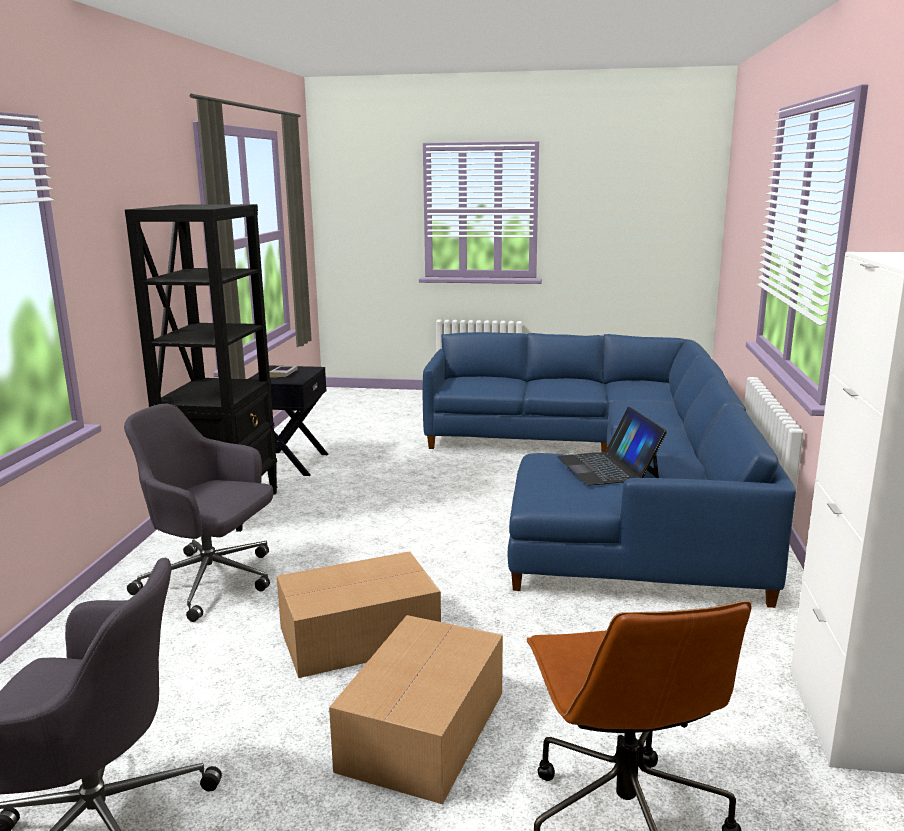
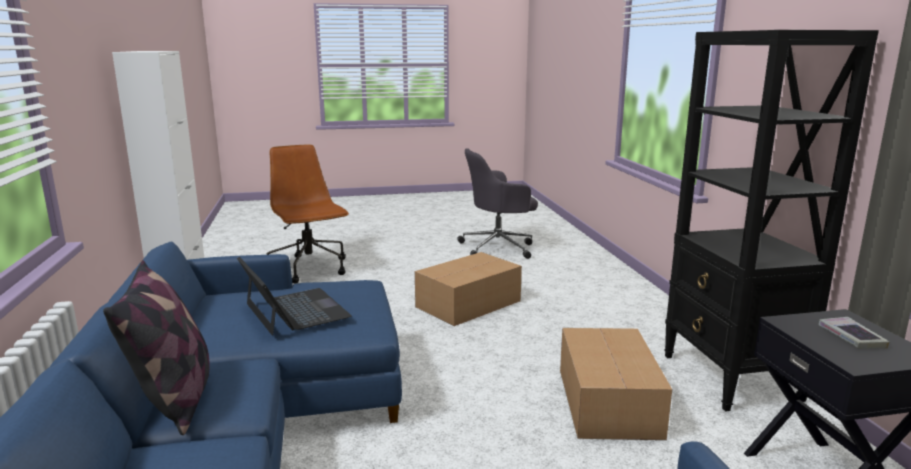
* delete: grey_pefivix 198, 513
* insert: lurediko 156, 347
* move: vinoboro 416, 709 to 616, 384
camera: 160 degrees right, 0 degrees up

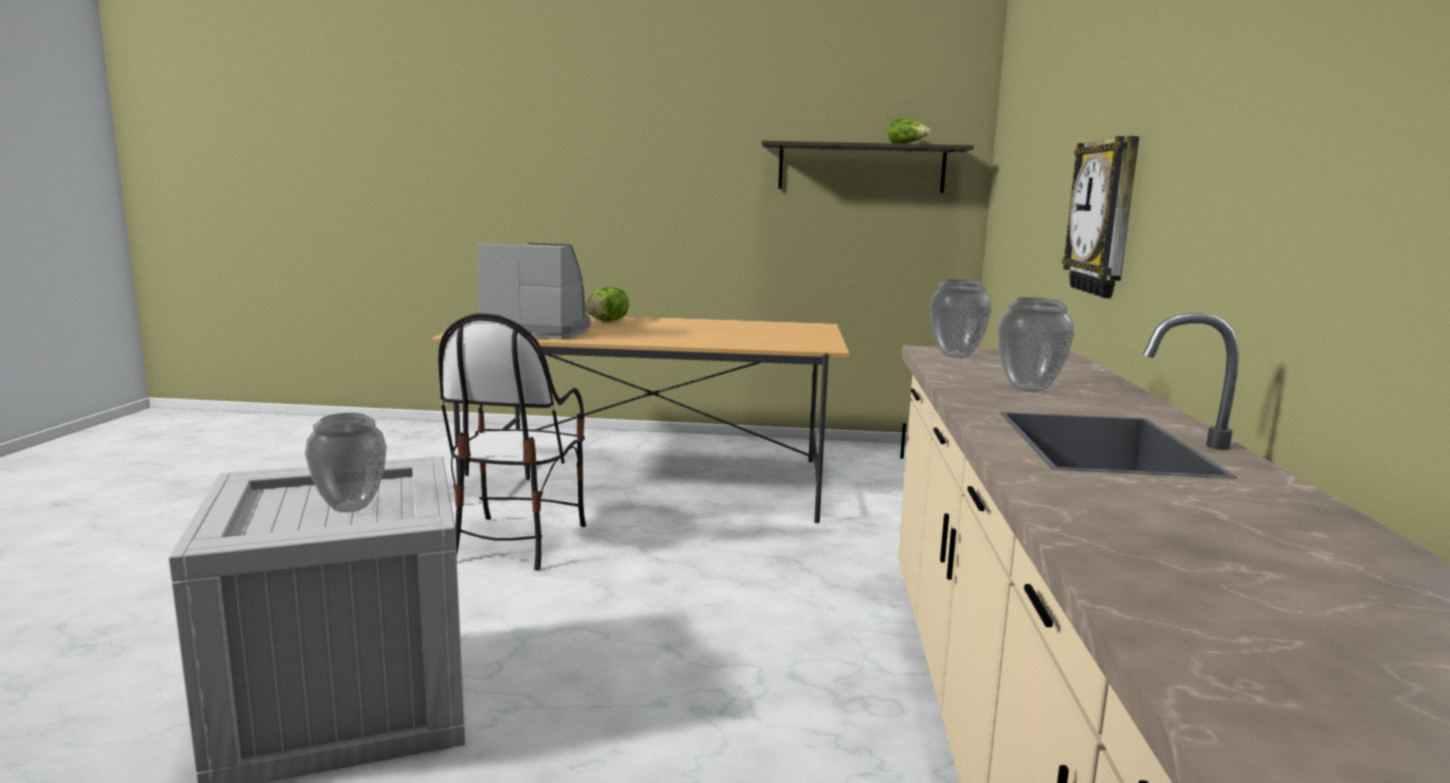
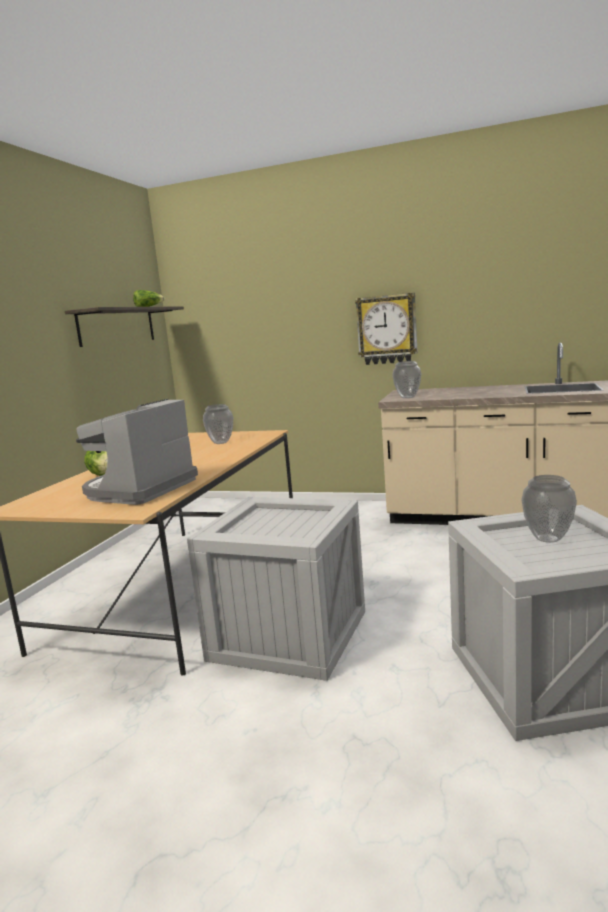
* move: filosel 1035, 344 to 218, 424
* replace: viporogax 512, 442 to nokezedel 276, 589
camera: 75 degrees left, 0 degrees up

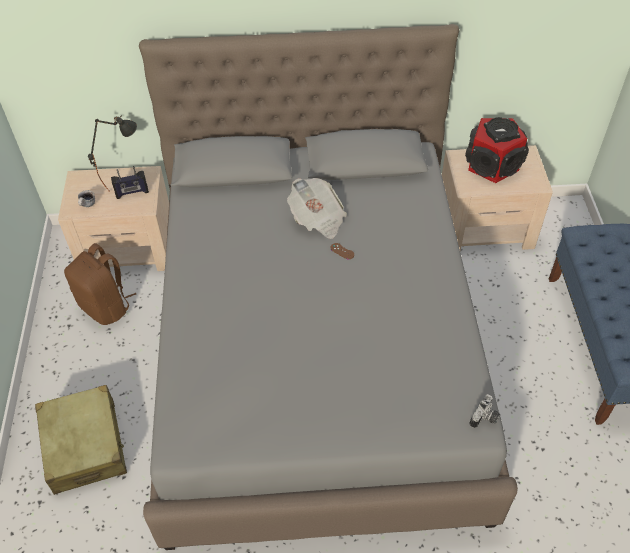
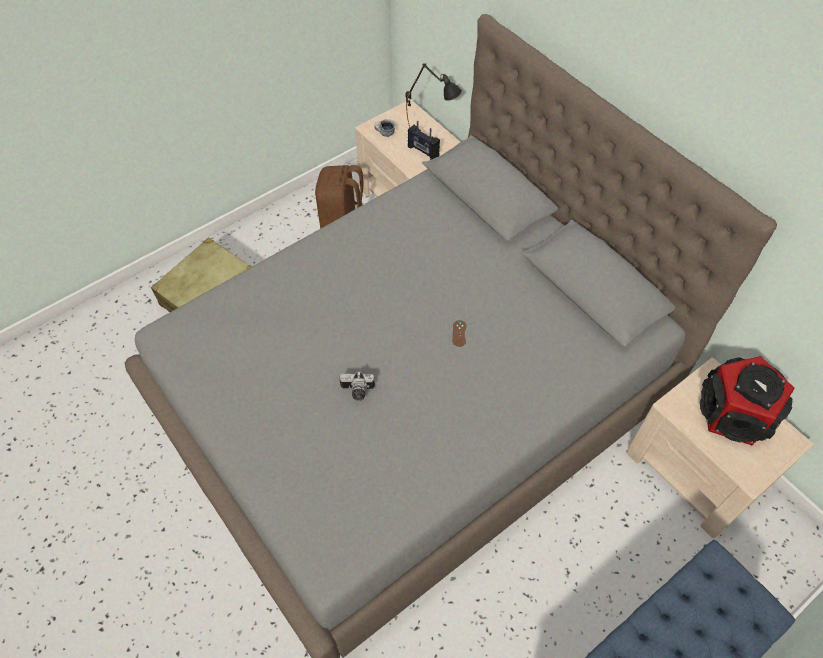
* delete: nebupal 317, 208
* move: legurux 484, 411 to 357, 386
camera: 55 degrees right, 5 degrees up

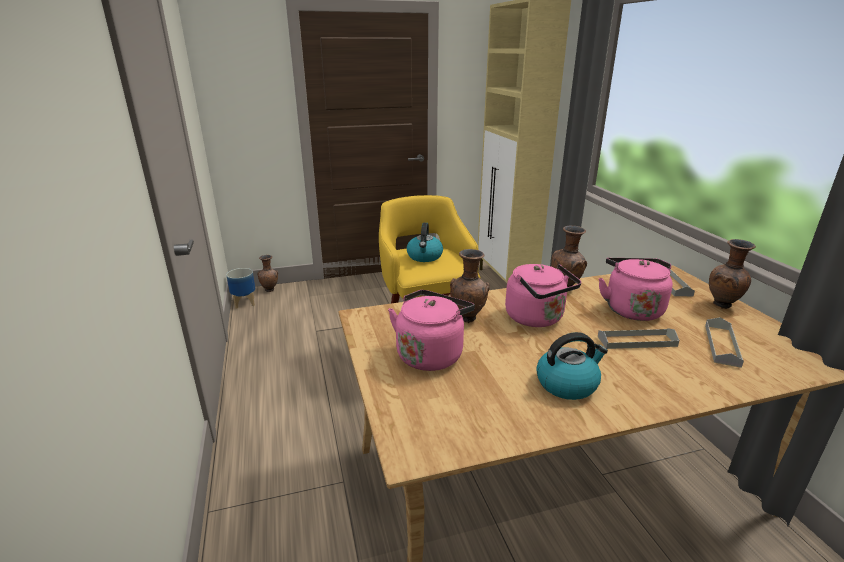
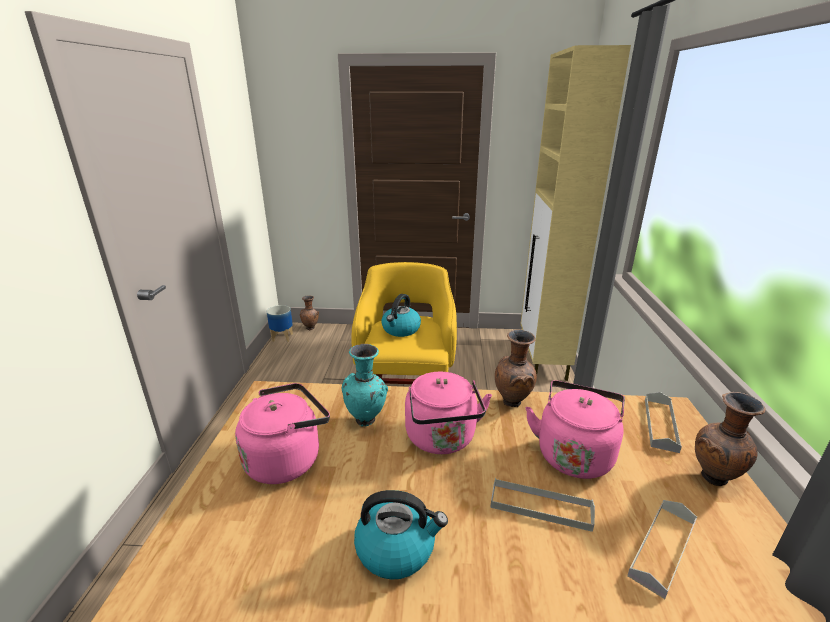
* recolor: brown_filosel 470, 286 to turquoise_filosel 365, 385
camera: 20 degrees right, 0 degrees up

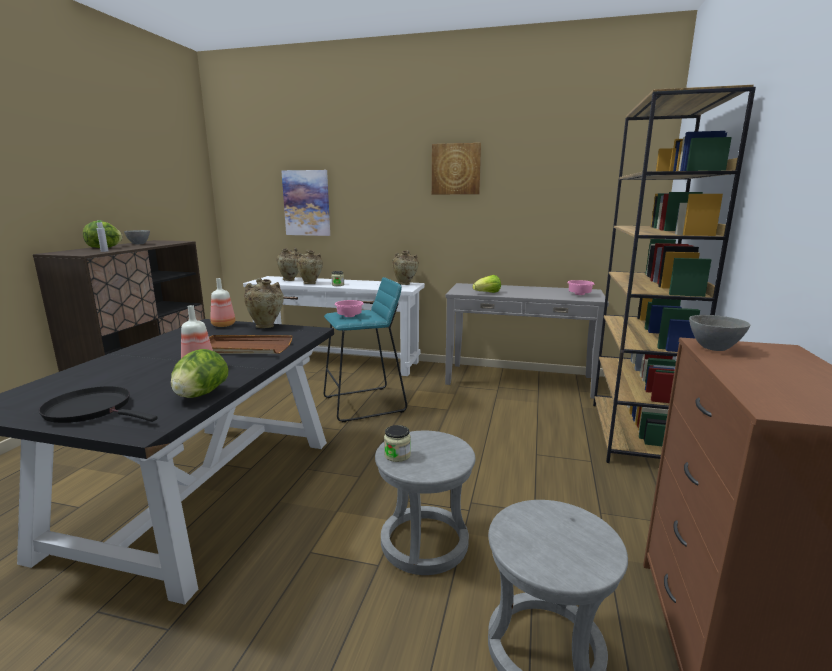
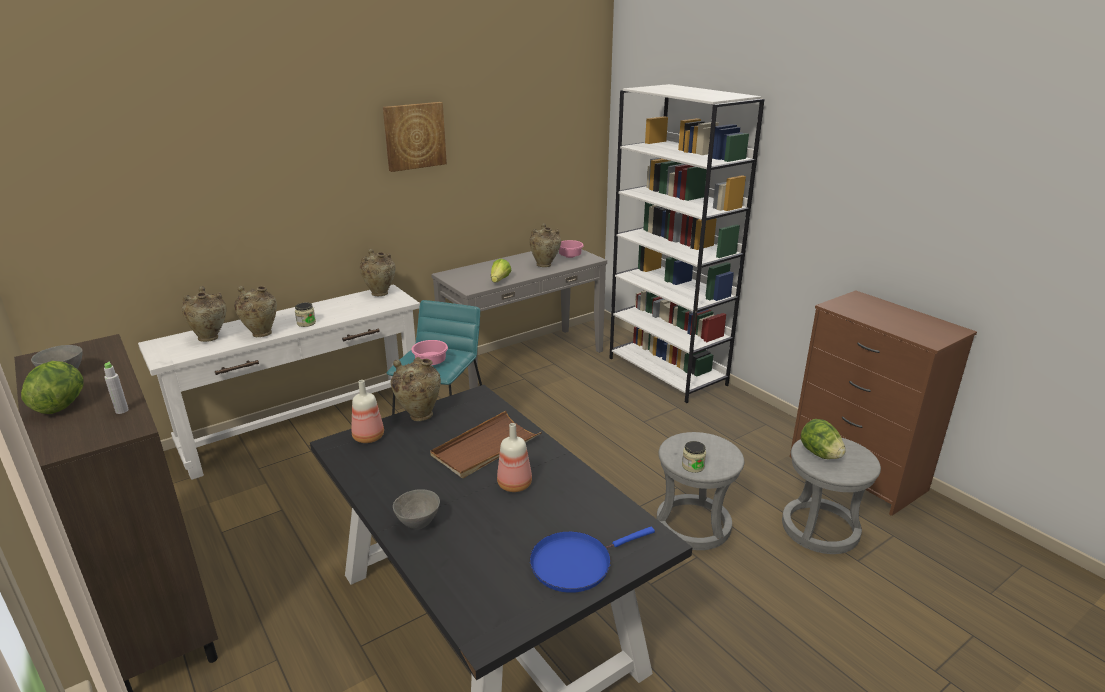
* delete: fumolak 305, 203
* insert: beige_filosel 545, 245
* move: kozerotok 199, 373 to 823, 439
* move: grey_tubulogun 719, 333 to 416, 509
* recolor: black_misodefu 98, 404 to blue_misodefu 592, 560
* recolor: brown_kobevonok 674, 274 to white_kobevonok 687, 243
camera: 50 degrees left, 10 degrees up

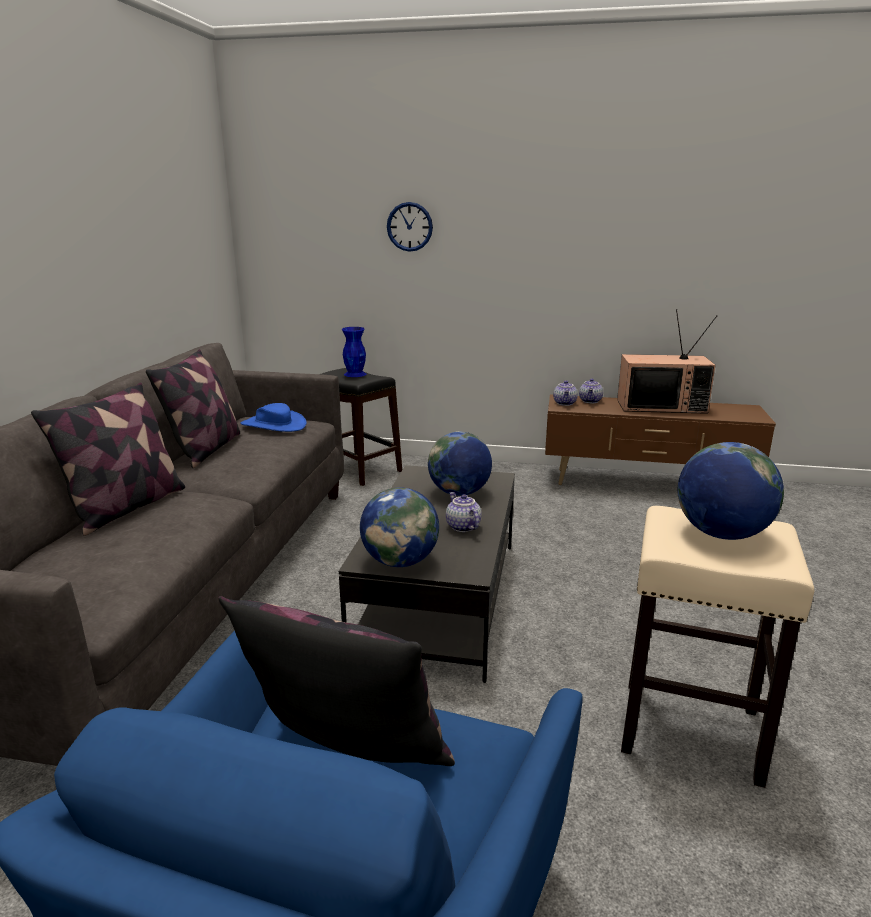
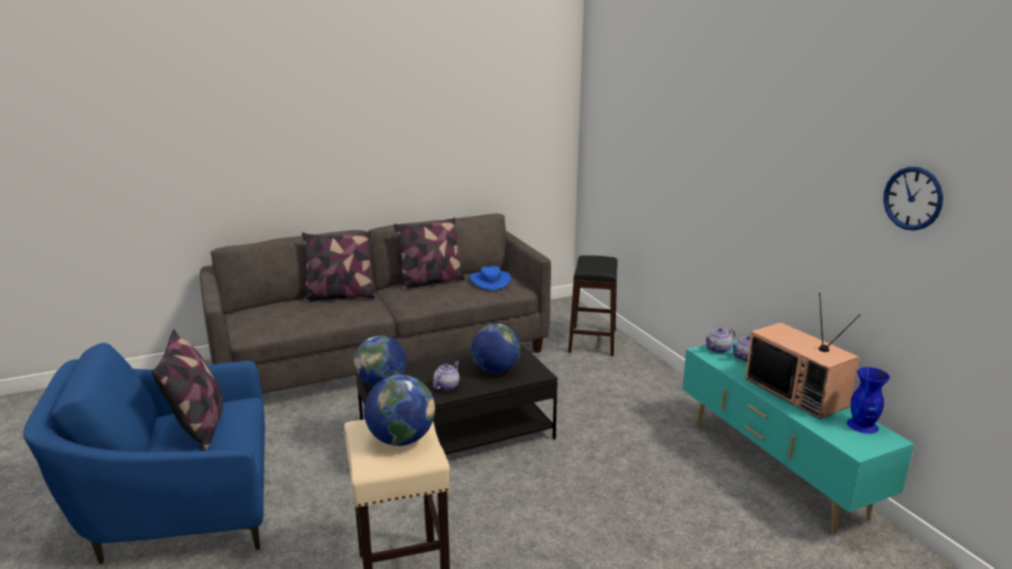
* move: blue_filosel 354, 352 to 868, 400
* move: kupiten 410, 227 to 913, 199
* recolor: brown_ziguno 660, 439 to turquoise_ziguno 798, 436
camera: 55 degrees right, 0 degrees up

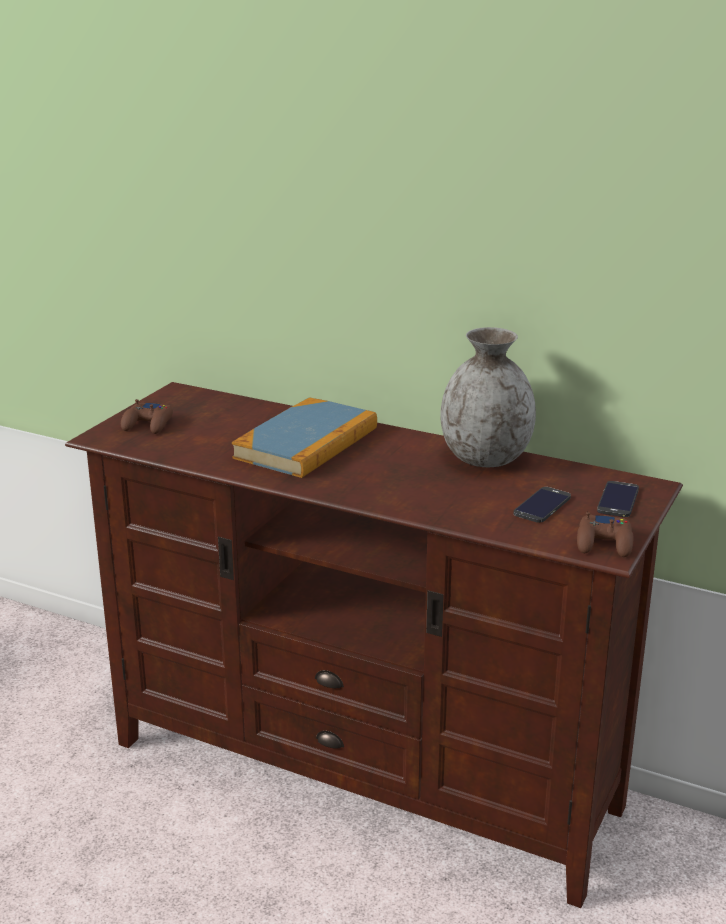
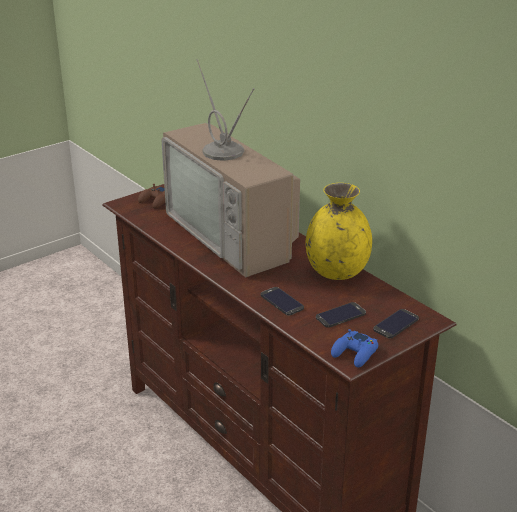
* insert: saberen 282, 301
* replace: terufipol 304, 437 to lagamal 231, 168
* recolor: grey_filosel 488, 397 to yellow_filosel 339, 231
* recolor: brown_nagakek 605, 534 to blue_nagakek 354, 348
camera: 25 degrees right, 5 degrees up

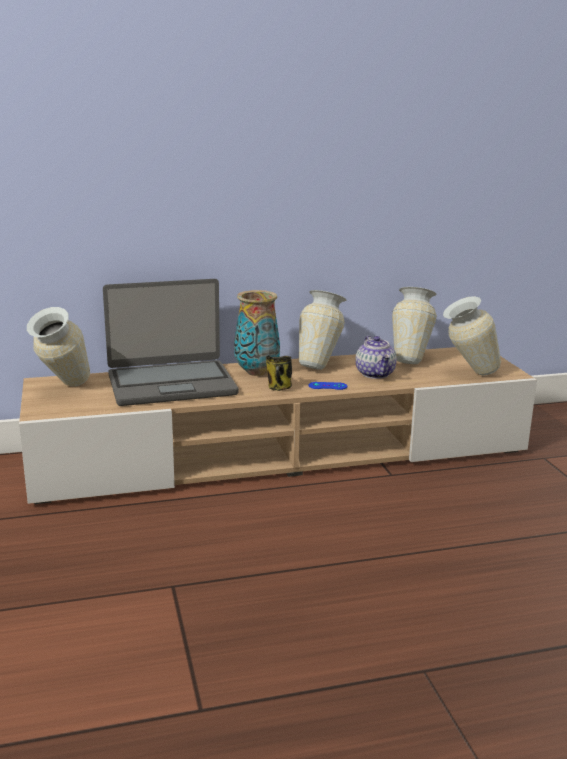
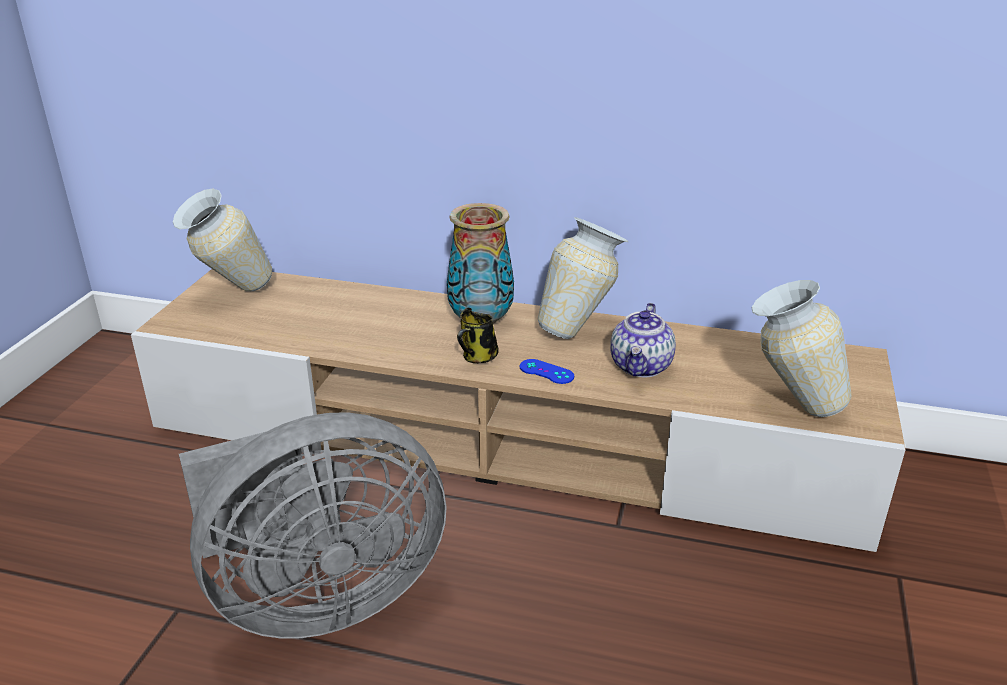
* delete: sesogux 170, 342
* delete: filosel 414, 325
* insert: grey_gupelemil 312, 525
camera: 30 degrees right, 10 degrees up

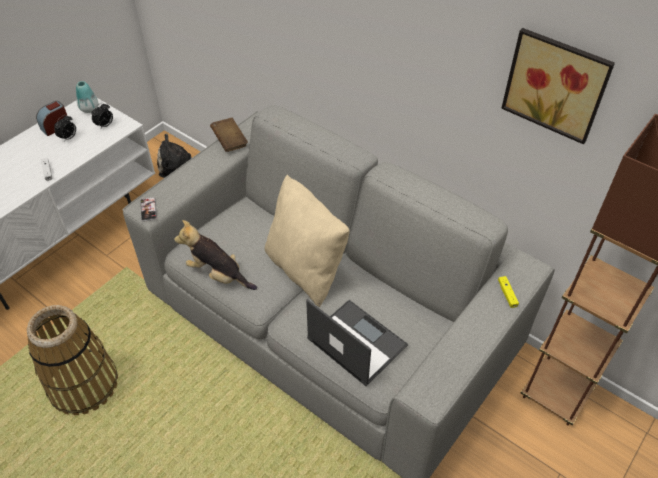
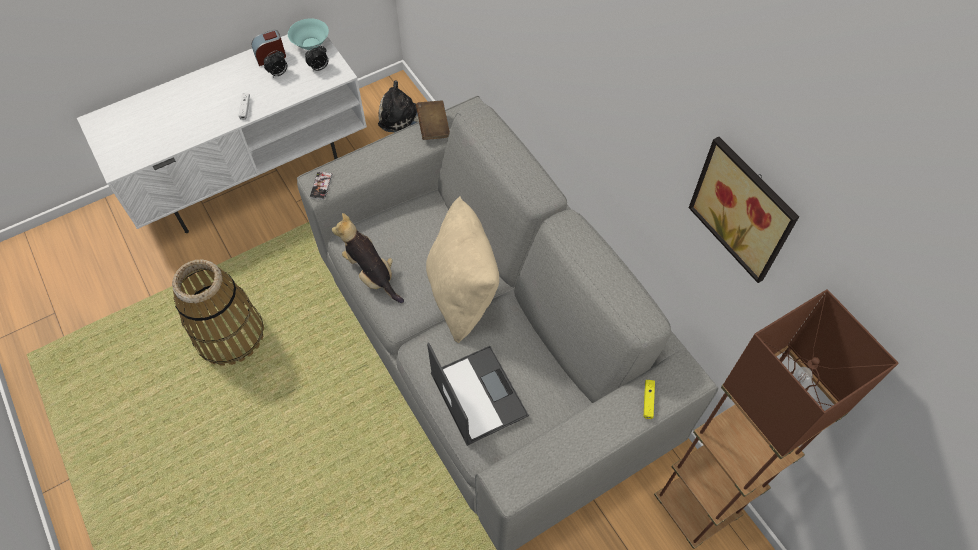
* replace: filosel 87, 97 to turquoise_tubulogun 308, 34
camera: 20 degrees right, 10 degrees up

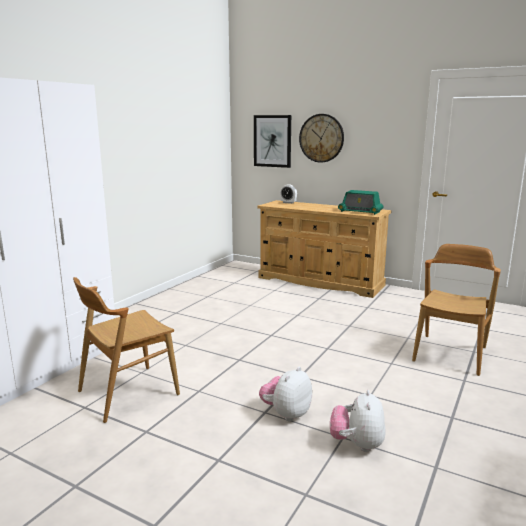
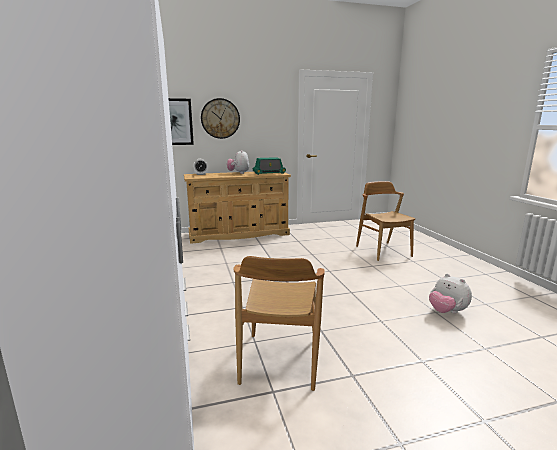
* move: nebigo 285, 394 to 238, 162
camera: 45 degrees left, 0 degrees up

